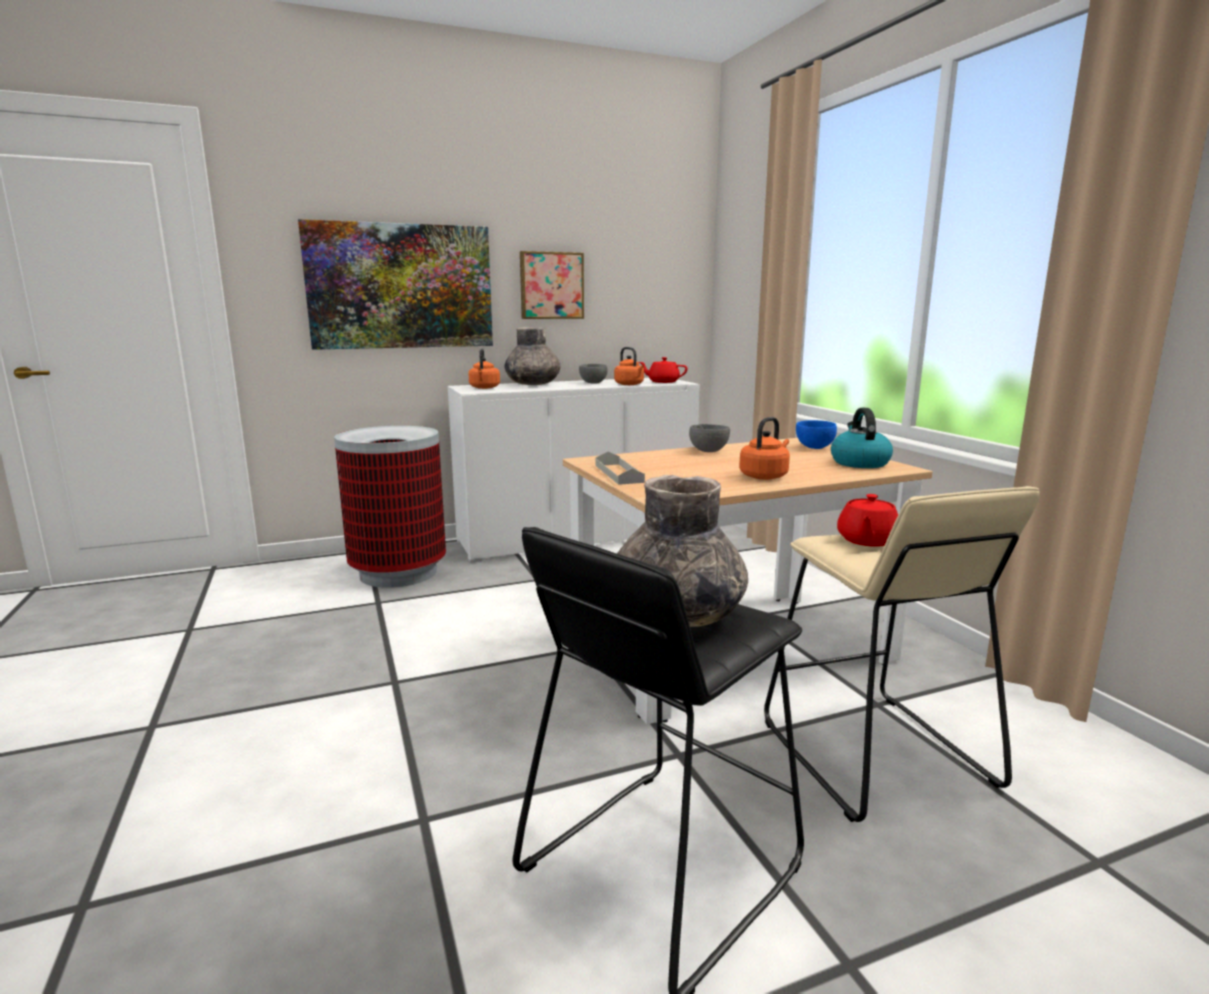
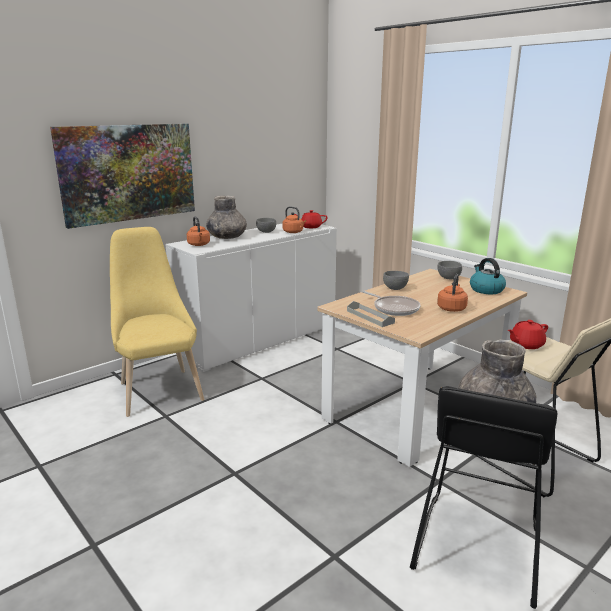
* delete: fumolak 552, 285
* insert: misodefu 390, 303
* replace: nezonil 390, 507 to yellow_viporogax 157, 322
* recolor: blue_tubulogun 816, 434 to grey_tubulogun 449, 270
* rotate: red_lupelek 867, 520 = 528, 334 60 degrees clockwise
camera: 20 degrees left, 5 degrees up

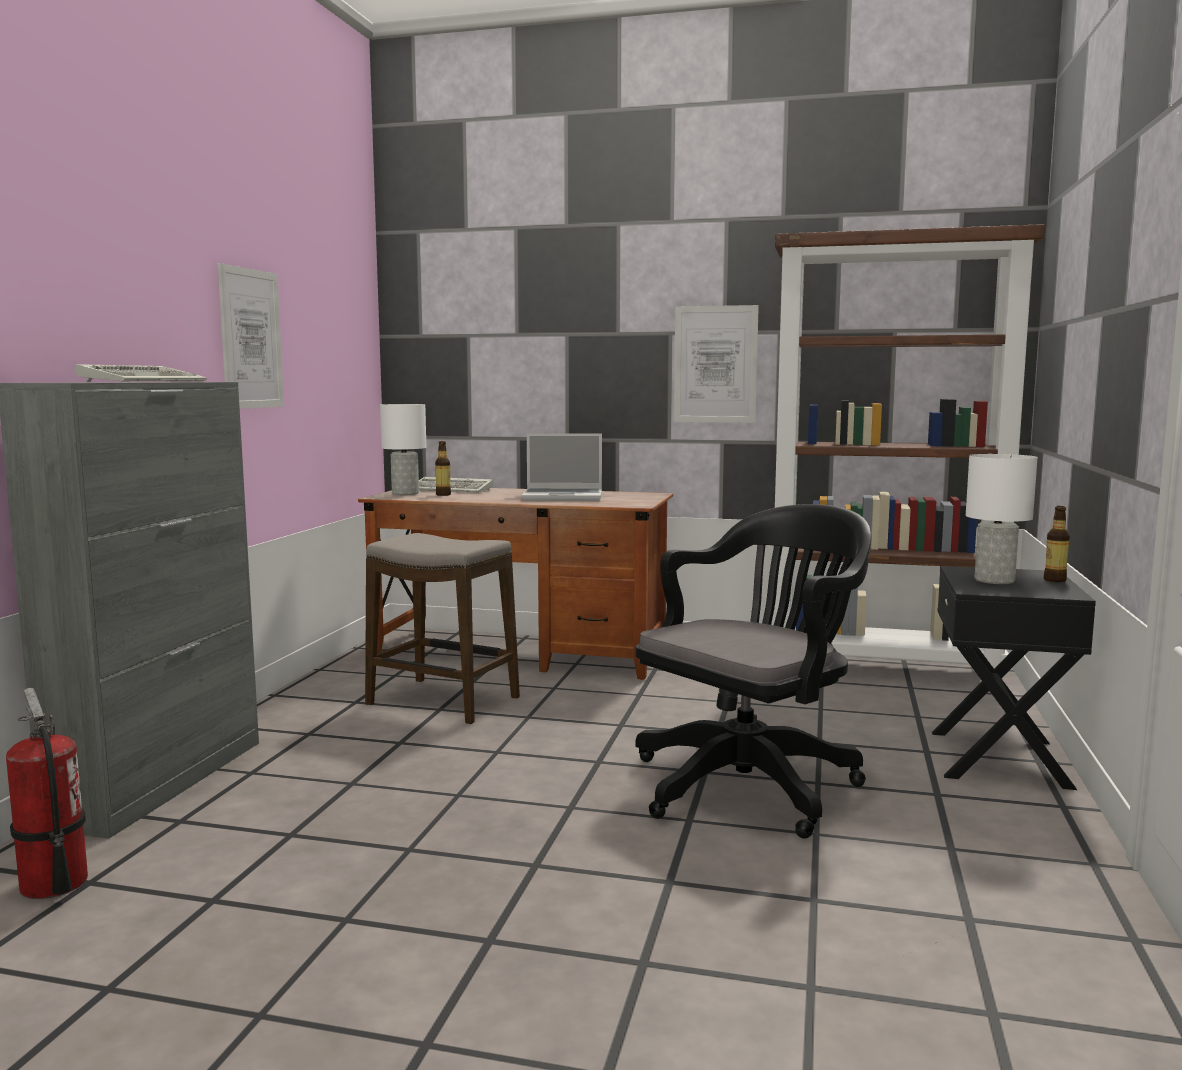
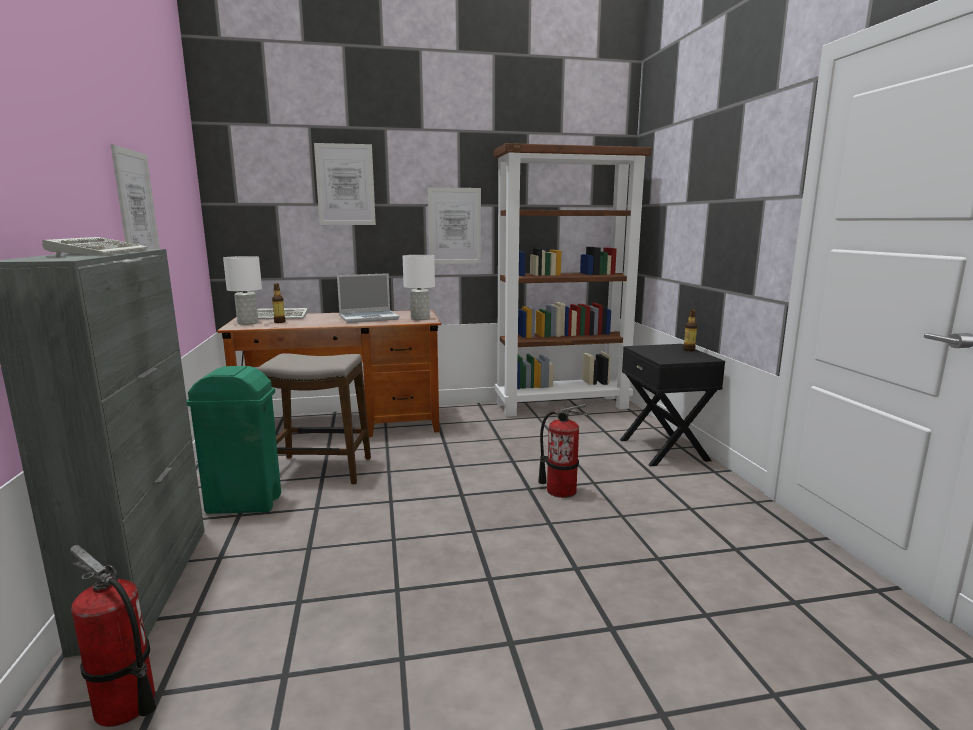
* insert: green_nezonil 234, 440
* insert: fumolak 345, 184
* move: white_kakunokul 1002, 519 to 419, 287
* replace: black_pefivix 753, 671 to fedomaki 562, 451
camera: 25 degrees left, 5 degrees up

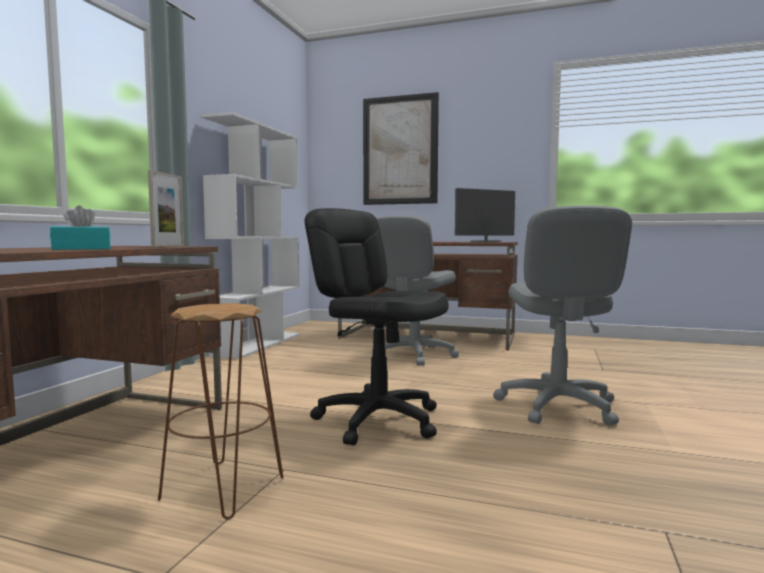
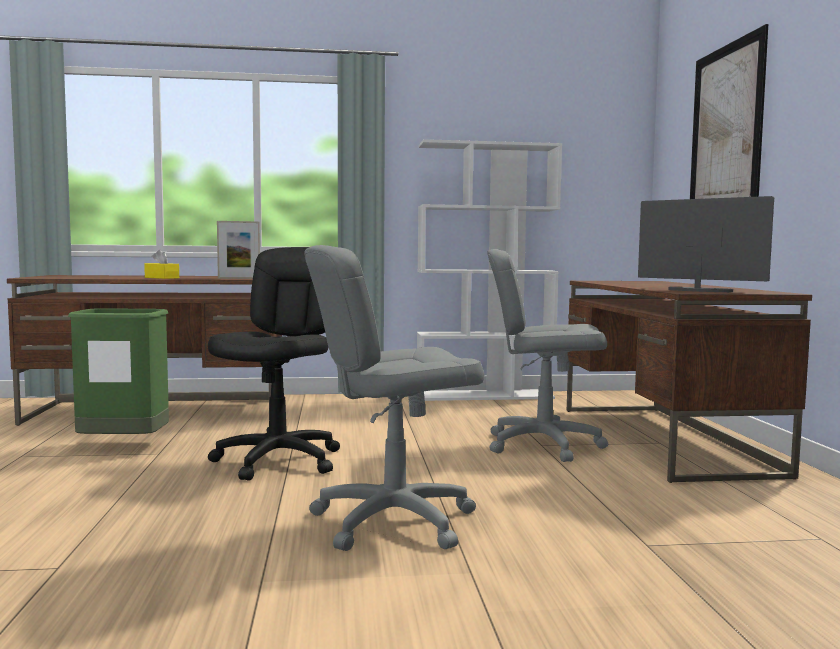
* replace: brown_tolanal 221, 411 to green_nezonil 118, 371
* recolor: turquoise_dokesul 80, 227 to yellow_dokesul 161, 264
camera: 65 degrees right, 0 degrees up

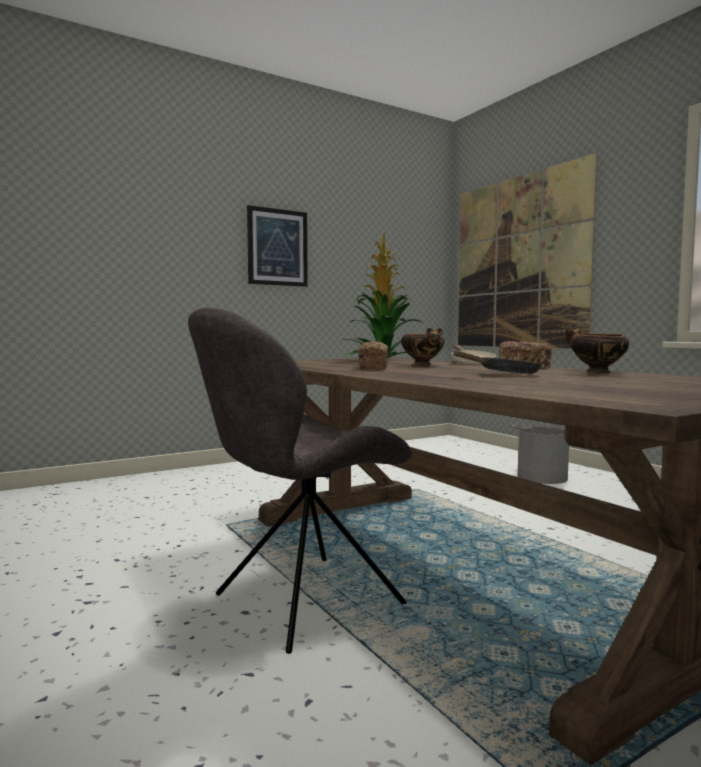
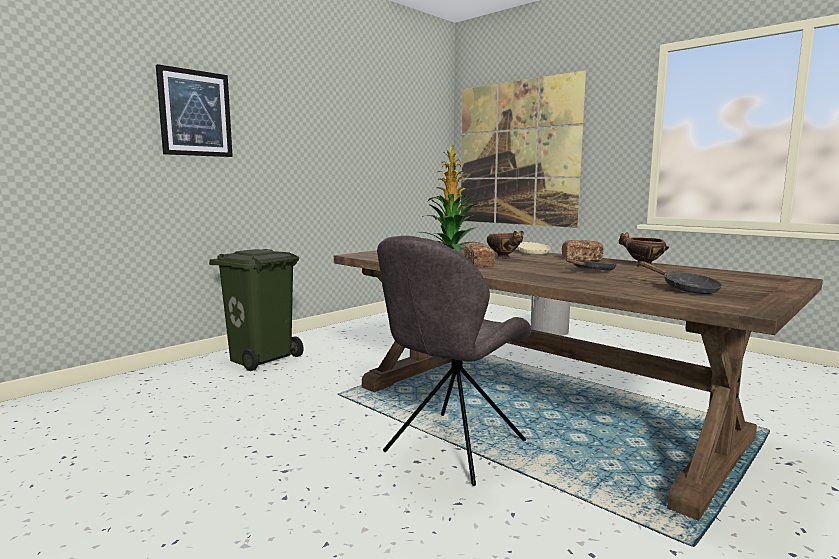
* insert: green_nezonil 256, 310
* insert: black_misodefu 680, 277
* move: fumolak 277, 246 to 194, 110
camera: 15 degrees left, 5 degrees up

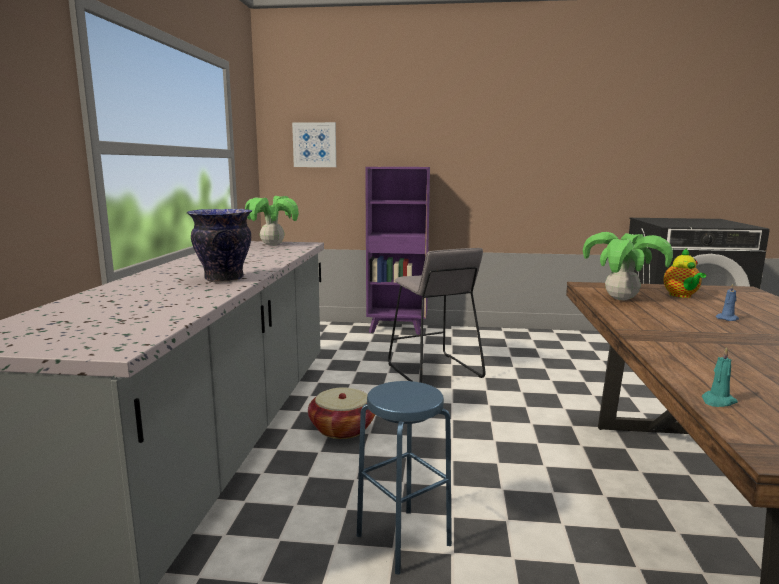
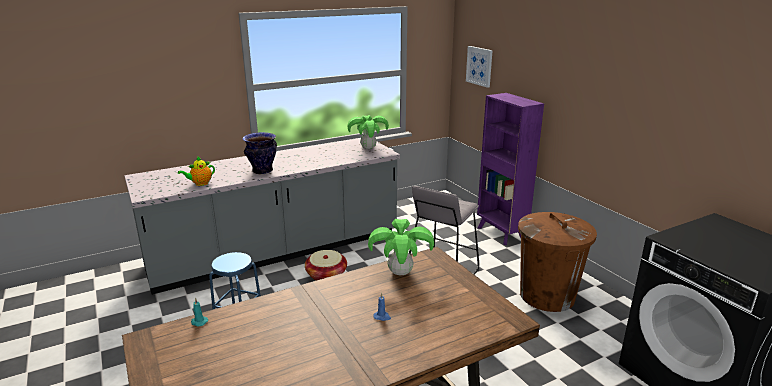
* insert: brown_nezonil 557, 262
* move: lupelek 684, 273 to 196, 171
camera: 55 degrees right, 10 degrees up

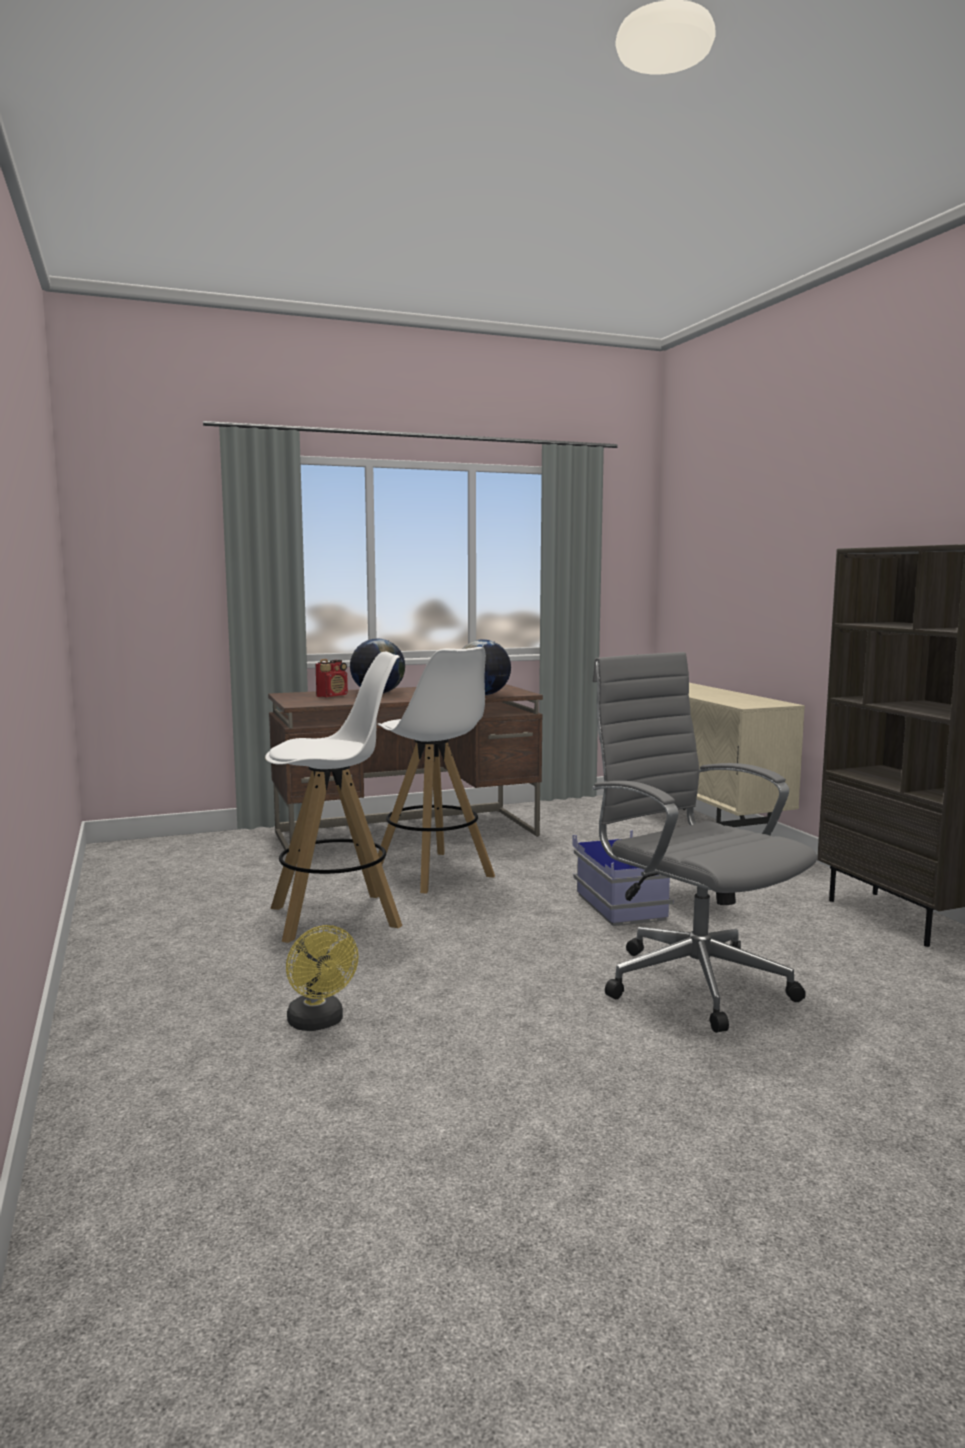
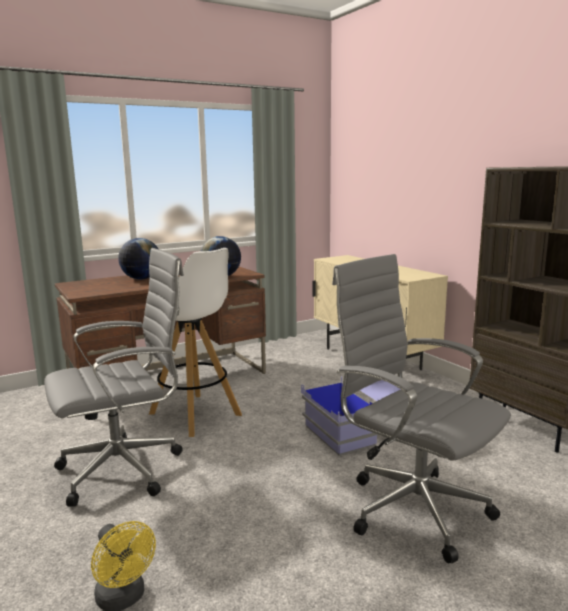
* delete: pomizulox 332, 678
* replace: white_tolanal 333, 797 to grey_pefivix 114, 377
camera: 10 degrees left, 5 degrees up

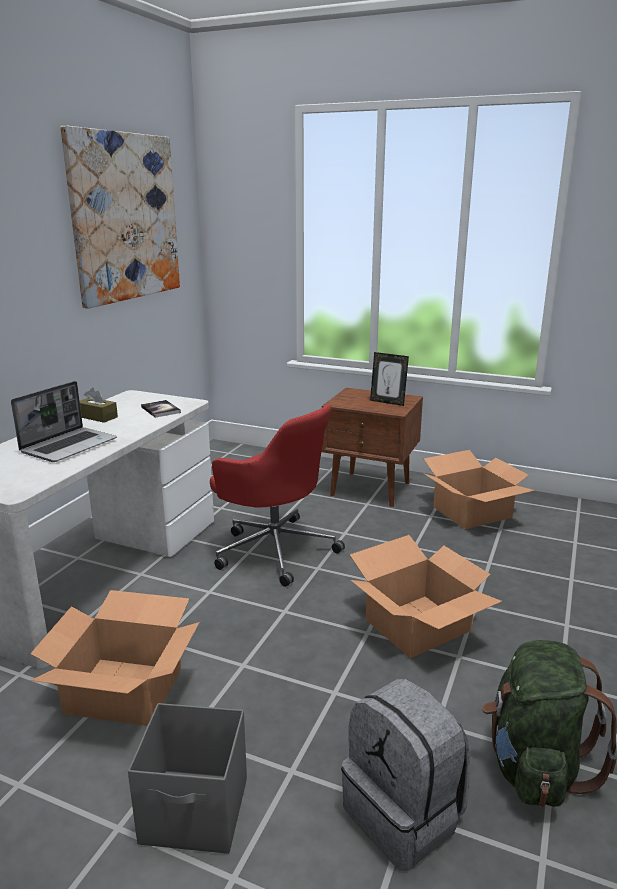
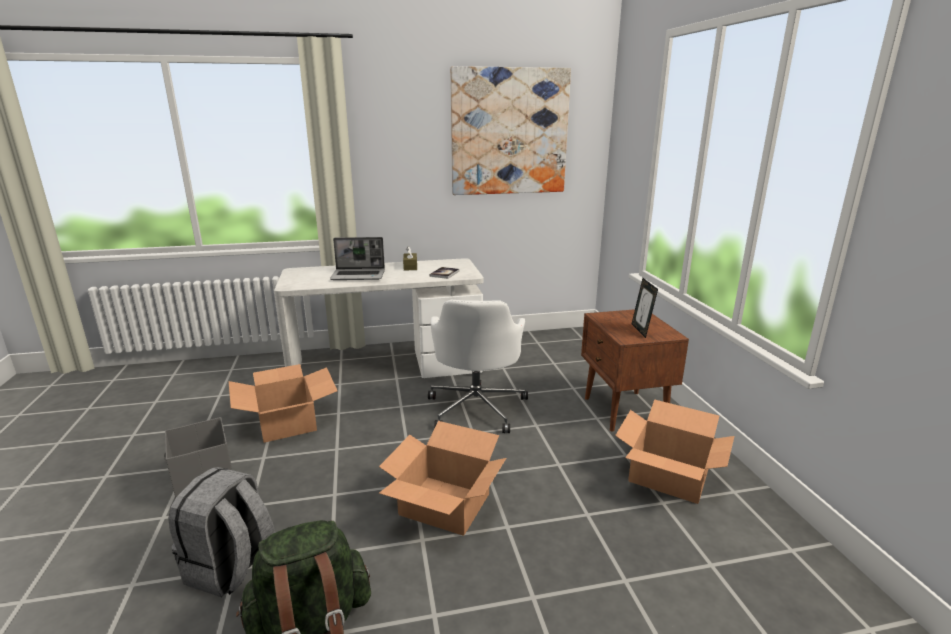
* recolor: red_pefivix 277, 496 to white_pefivix 478, 366
camera: 55 degrees right, 0 degrees up

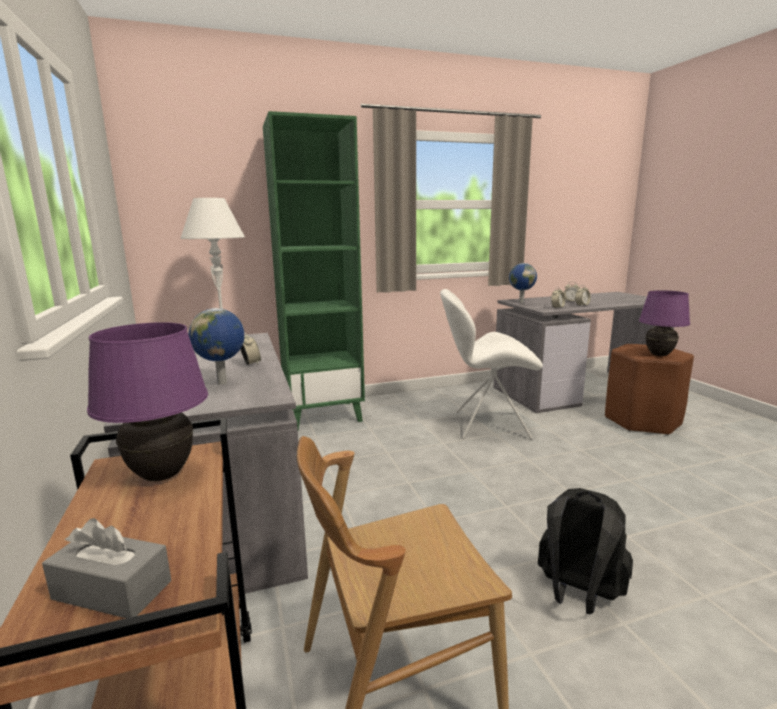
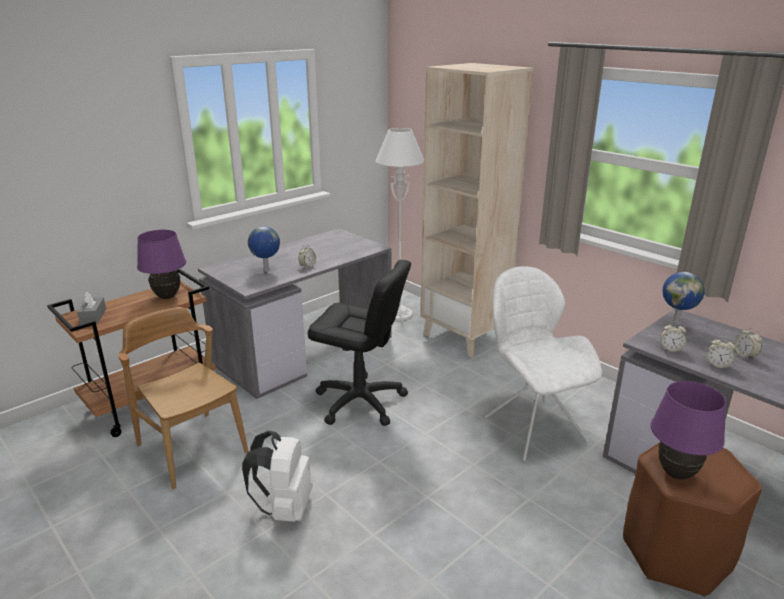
* insert: black_pefivix 359, 343
* recolor: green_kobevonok 314, 270 to beige_kobevonok 477, 210
* recolor: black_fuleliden 585, 551 to white_fuleliden 277, 476
camera: 65 degrees right, 10 degrees up

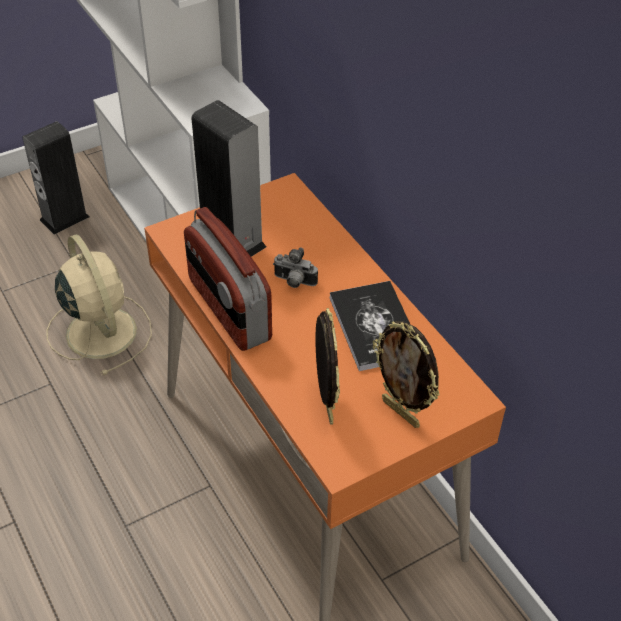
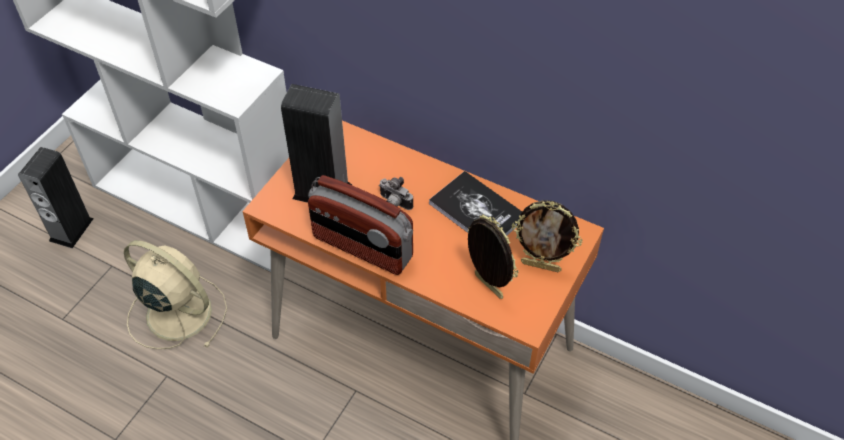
* rotate: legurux 295, 267 = 396, 193 45 degrees clockwise
camera: 30 degrees left, 5 degrees up

